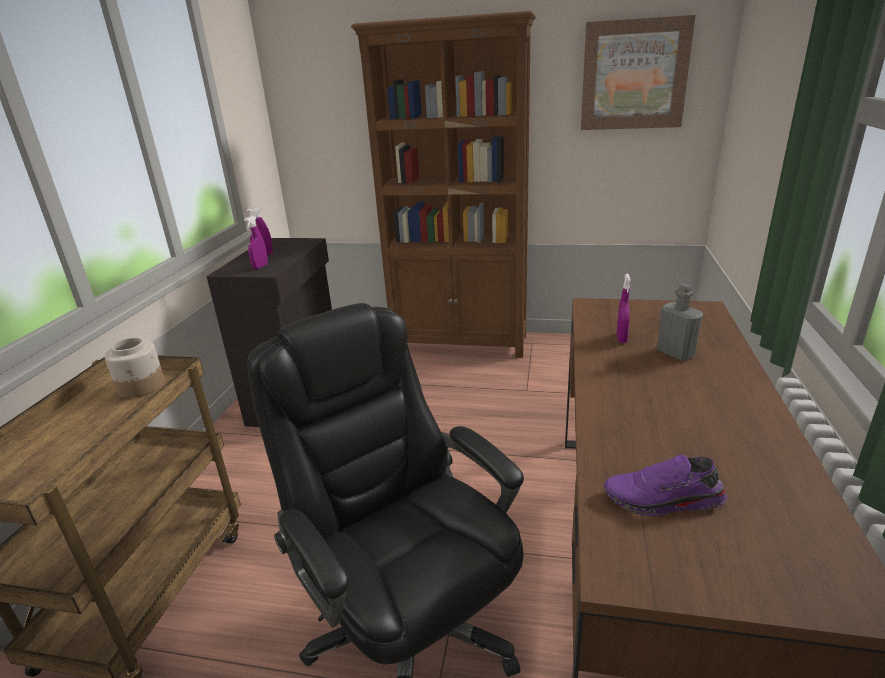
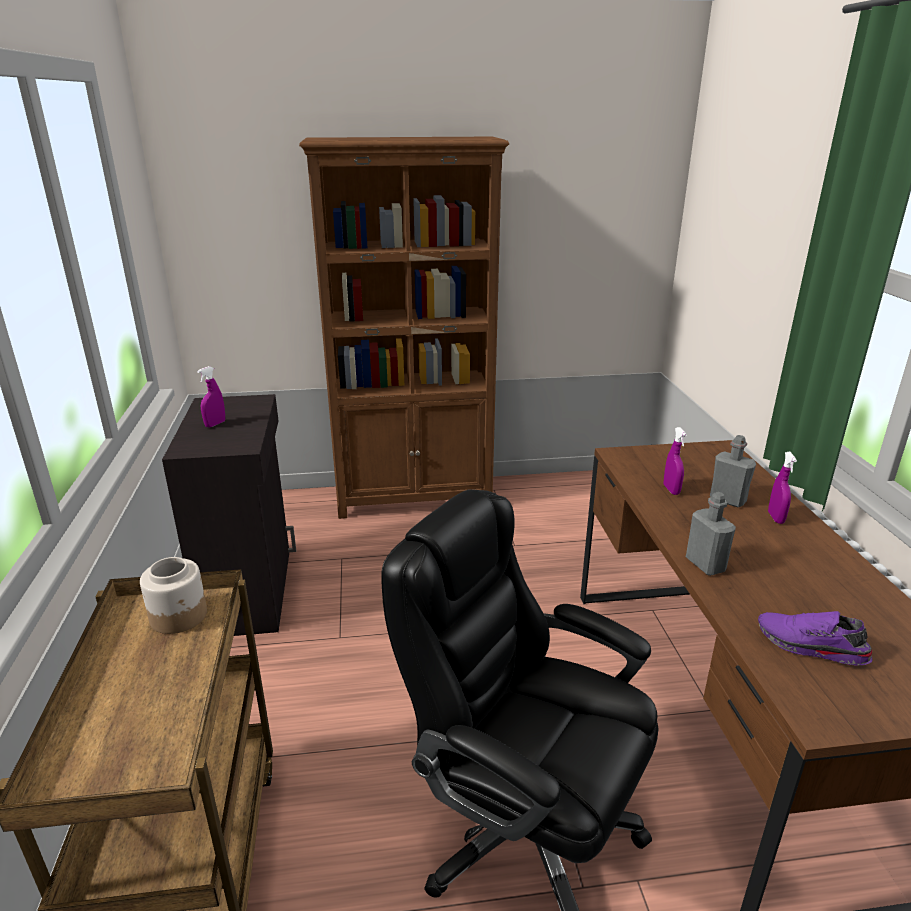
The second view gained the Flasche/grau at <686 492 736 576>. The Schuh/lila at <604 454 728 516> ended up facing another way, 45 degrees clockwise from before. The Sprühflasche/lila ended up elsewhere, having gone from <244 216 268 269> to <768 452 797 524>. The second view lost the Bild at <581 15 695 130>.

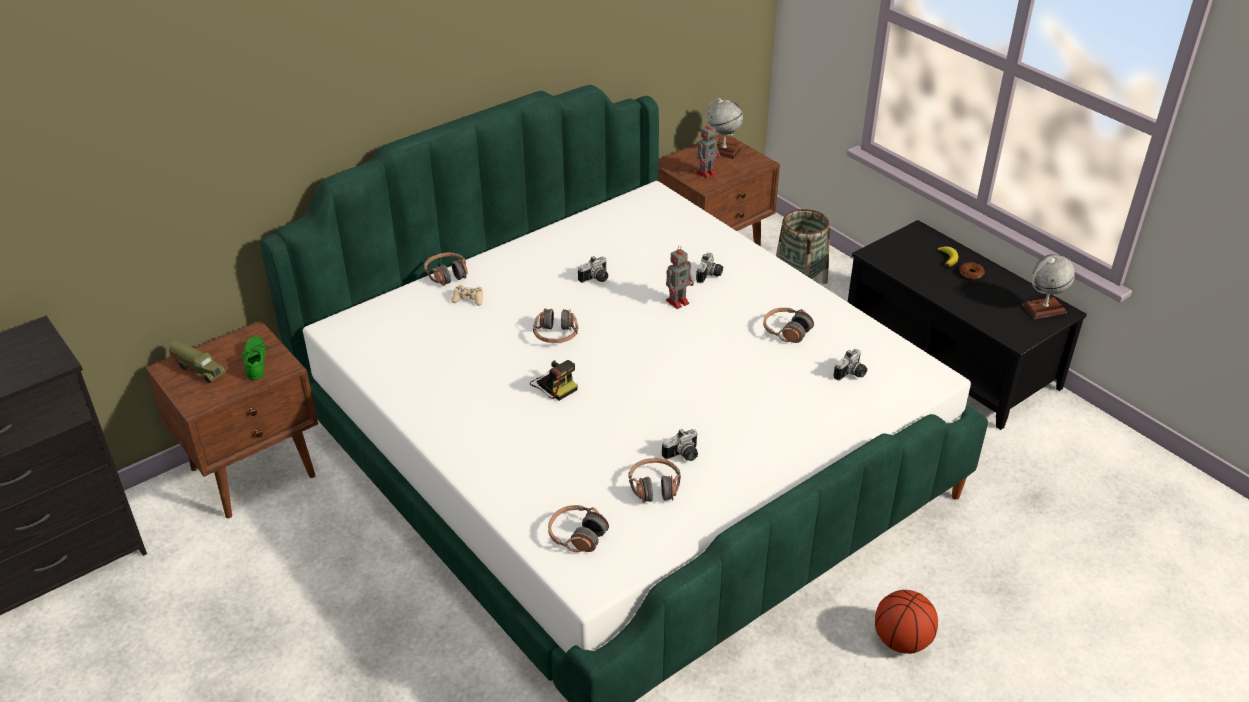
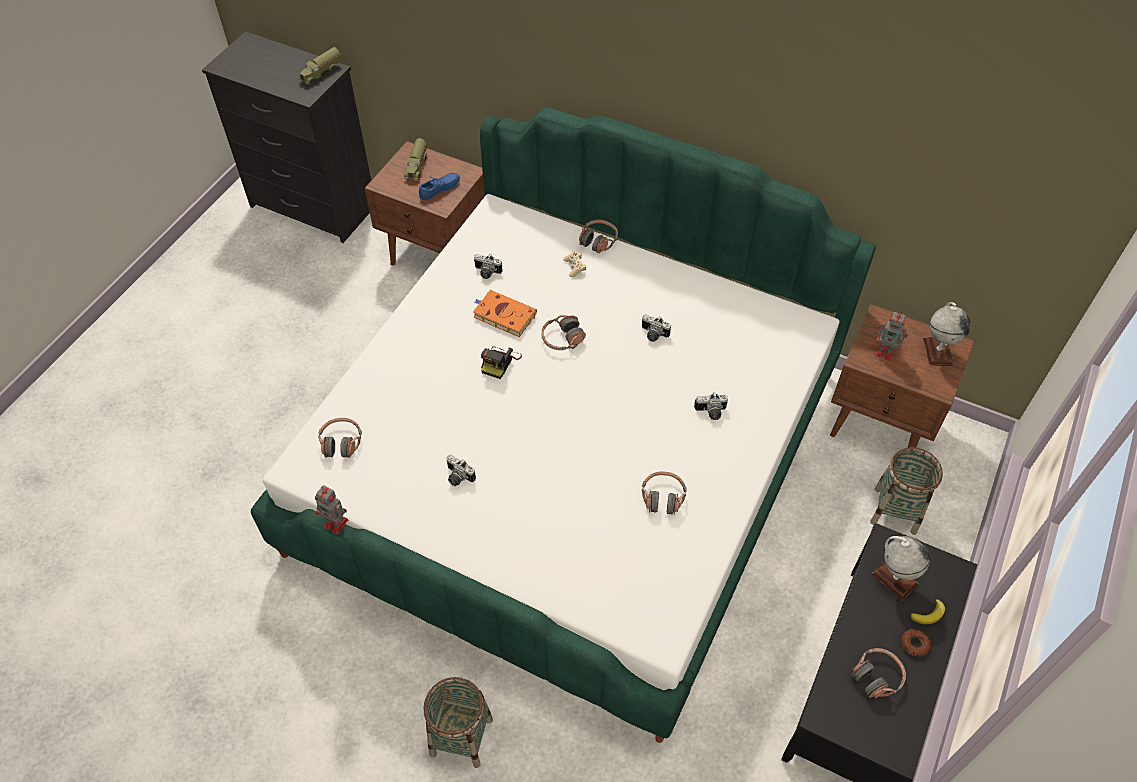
The second view gained the Spielzeuglaster at <298 47 342 85>. The Spielzeugroboter ended up elsewhere, having gone from <666 245 694 309> to <315 485 348 534>. What was the Schuh/grün at <239 336 270 380> turned into the Schuh/blau at <419 173 460 200>. Where the Basketball stood at <875 590 938 654>, the Korb came to stand at <423 677 493 768>. The second view gained the Buch/orange at <473 290 537 337>. The Kamera ended up elsewhere, having gone from <833 349 867 381> to <474 254 503 279>. The Kopfhörer ended up elsewhere, having gone from <628 458 681 503> to <852 648 906 698>. The Globus ended up elsewhere, having gone from <1022 254 1075 319> to <871 536 930 600>.

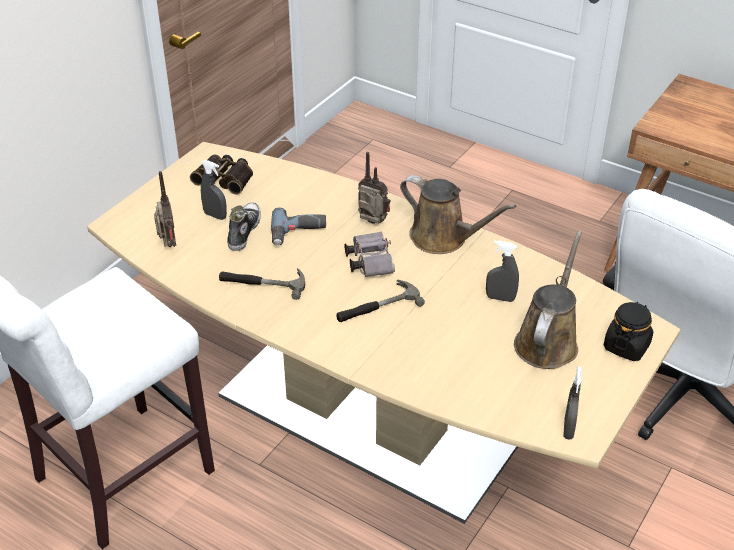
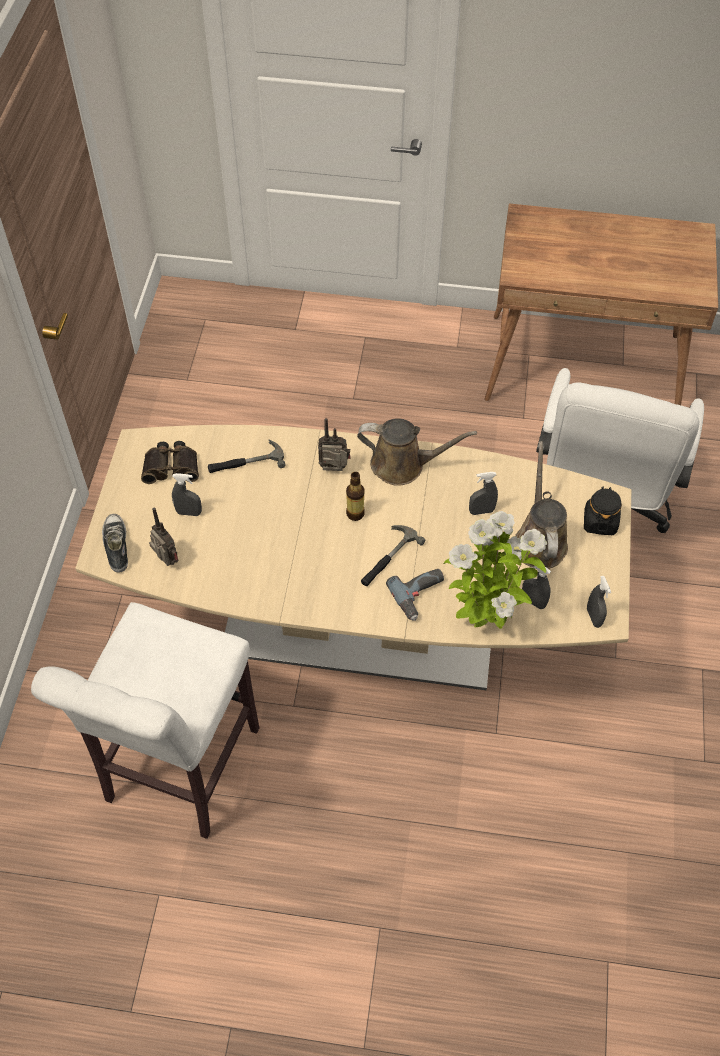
The Schuh ended up elsewhere, having gone from <227 202 261 251> to <102 514 128 573>. The Hammer ended up elsewhere, having gone from <219 268 305 300> to <208 440 286 473>. Where the Fernglas/grau stood at <344 231 395 277>, the Flasche came to stand at <346 472 365 521>. The Bohrmaschine ended up elsewhere, having gone from <271 207 326 246> to <386 569 444 621>. The second view gained the Topfpflanze at <443 511 547 629>. The second view gained the Sprühflasche/grau at <522 566 551 609>.

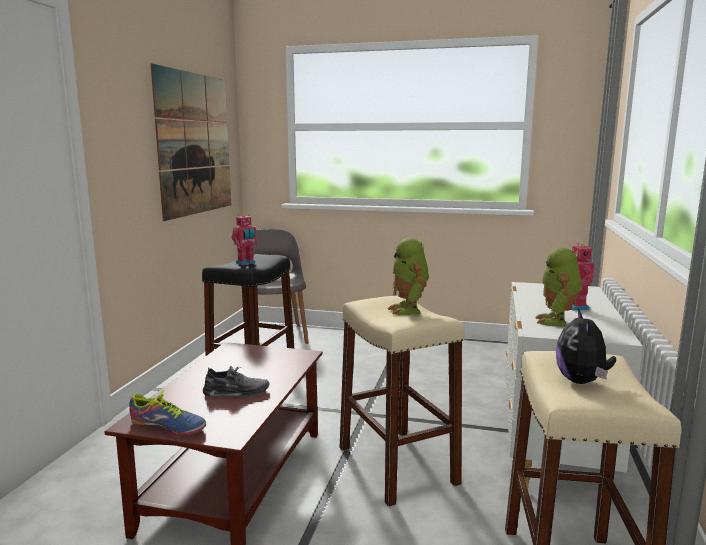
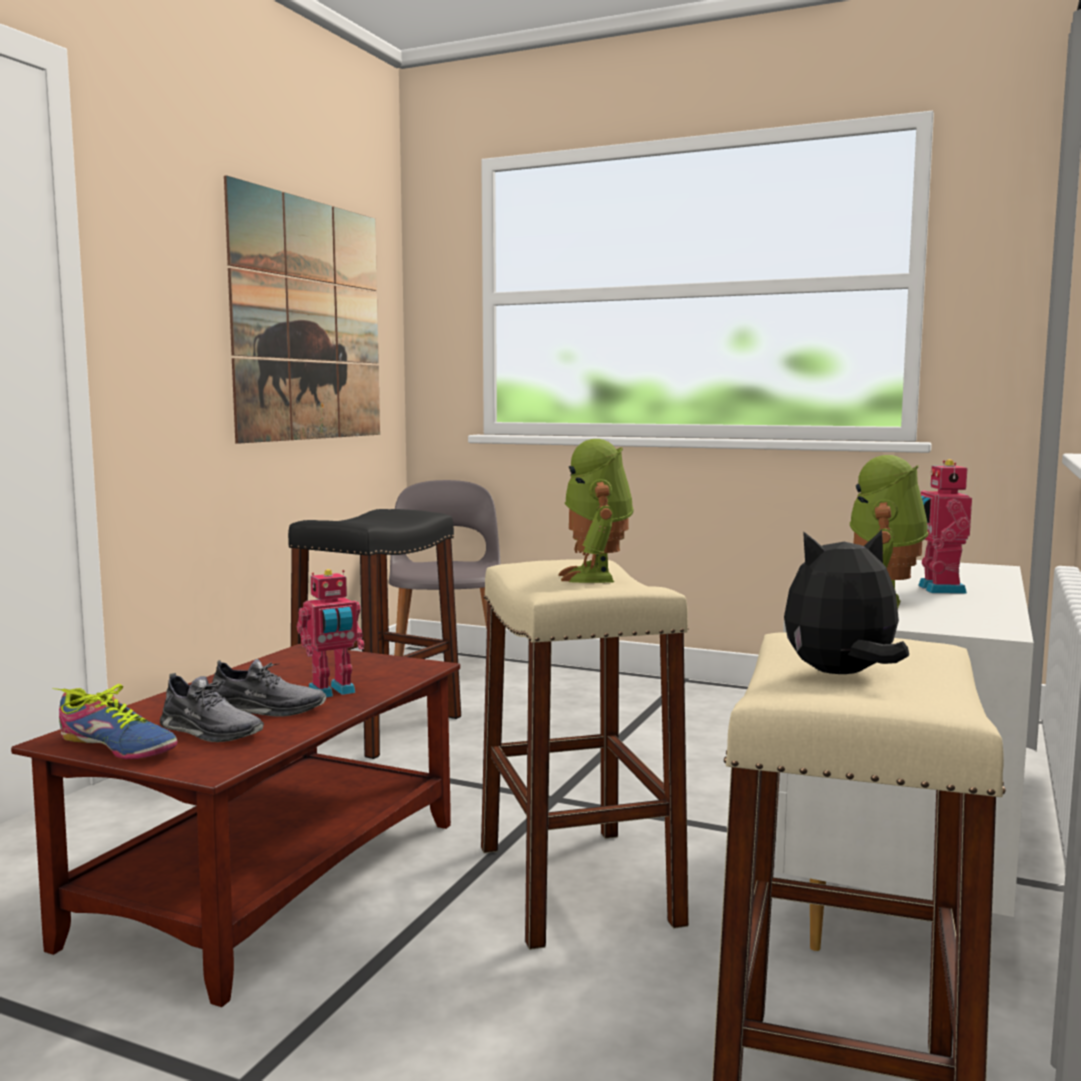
The second view gained the Schuh/grau at <160 673 264 742>. The Spielzeugroboter ended up elsewhere, having gone from <232 214 259 265> to <297 569 364 697>. The Plüschtier at <556 309 616 384> ended up facing another way, 60 degrees clockwise from before.

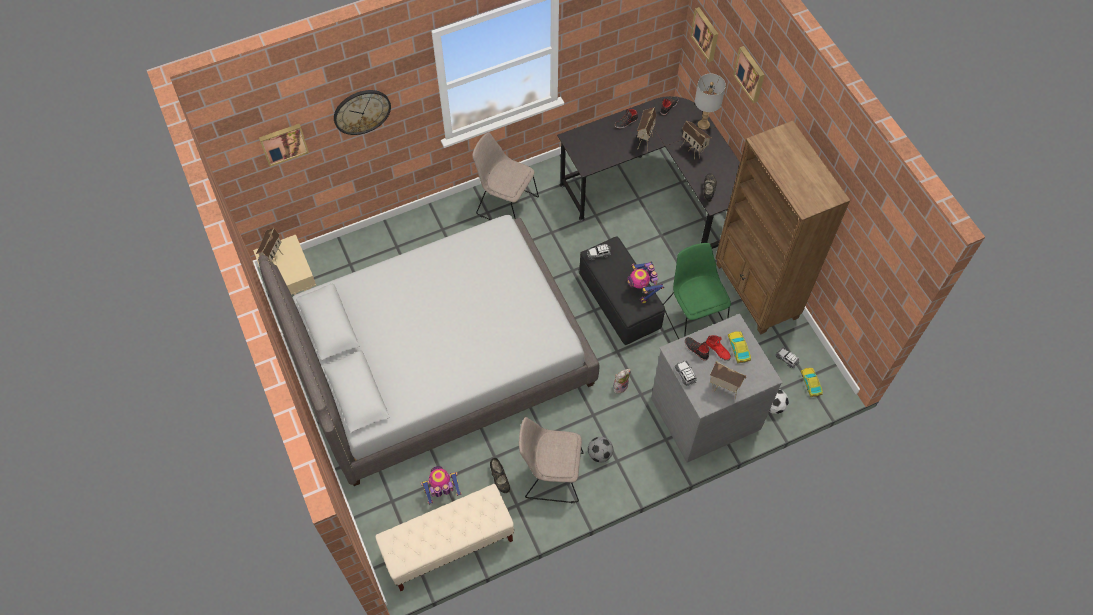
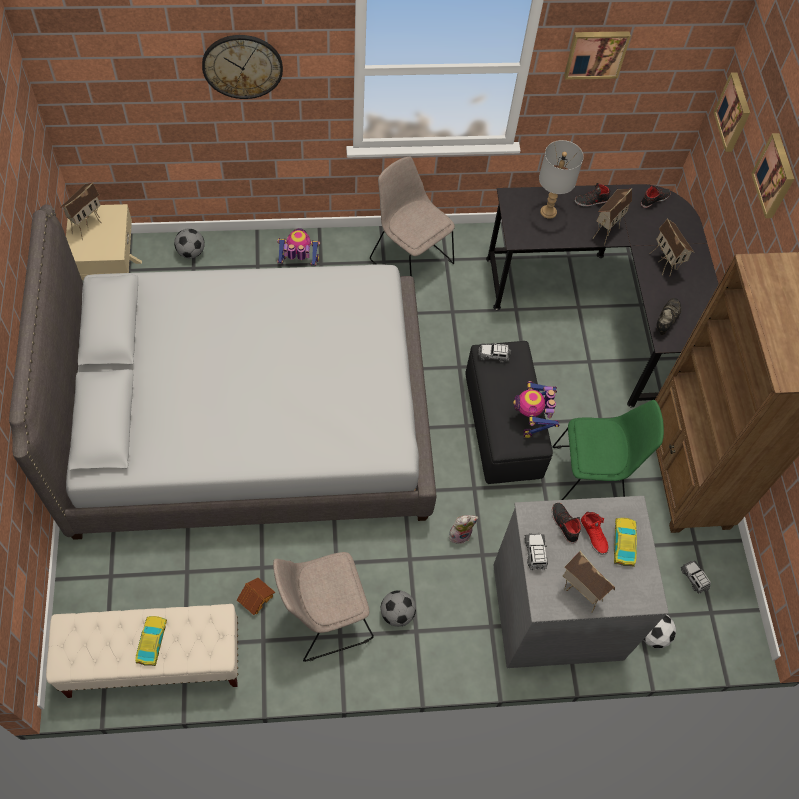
The Spielzeugauto ended up elsewhere, having gone from <801 368 823 397> to <135 616 167 666>. The second view gained the Fußball at <174 228 205 258>. Where the Schuh/schwarz stood at <490 458 510 493>, the Spielzeughaus came to stand at <237 578 275 615>. The Stuhl/beige at <519 417 584 503> ended up facing another way, 45 degrees counterclockwise from before. The Spielzeugroboter ended up elsewhere, having gone from <421 466 462 505> to <277 228 320 266>. The Tischlampe/grau ended up elsewhere, having gone from <695 74 726 130> to <539 140 584 219>. The Stuhl/grün at <663 243 731 339> ended up facing another way, 90 degrees clockwise from before. The Bild ended up elsewhere, having gone from <259 124 309 167> to <564 31 631 79>.

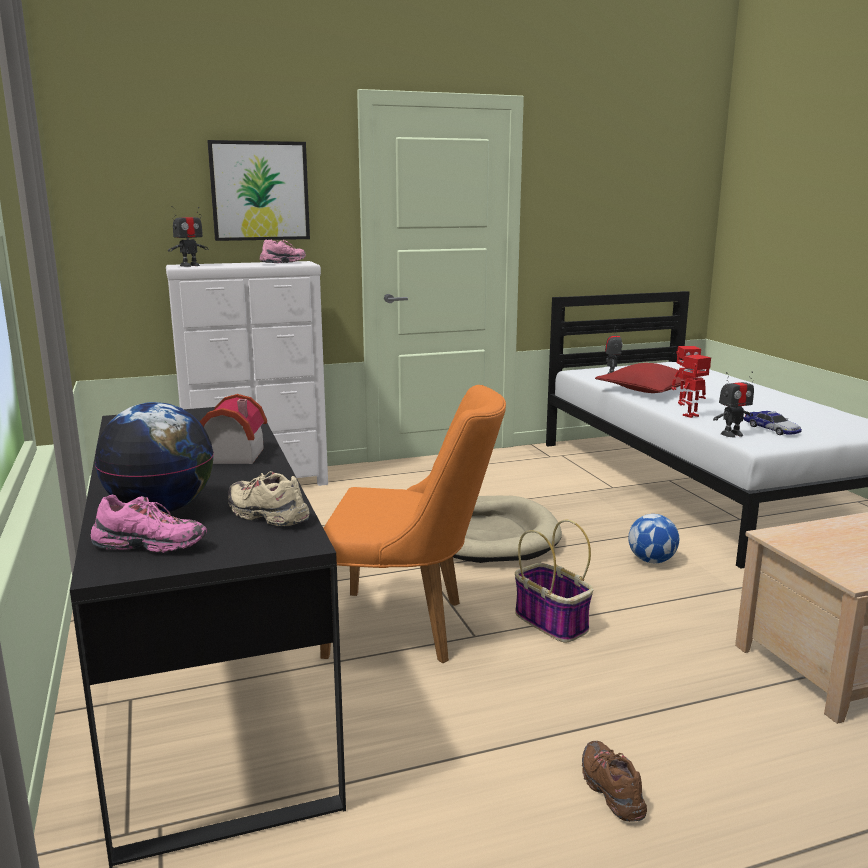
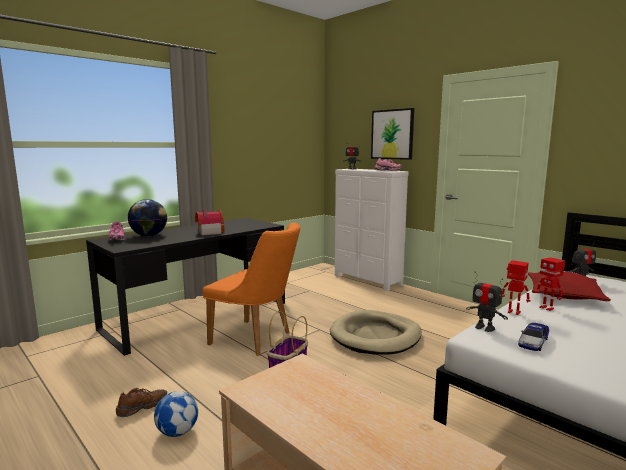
The Fußball ended up elsewhere, having gone from <628 514 679 563> to <154 391 198 437>. The Stuhl/orange at <320 385 506 663> ended up facing another way, 45 degrees counterclockwise from before. The second view lost the Schuh/beige at <228 471 310 526>.

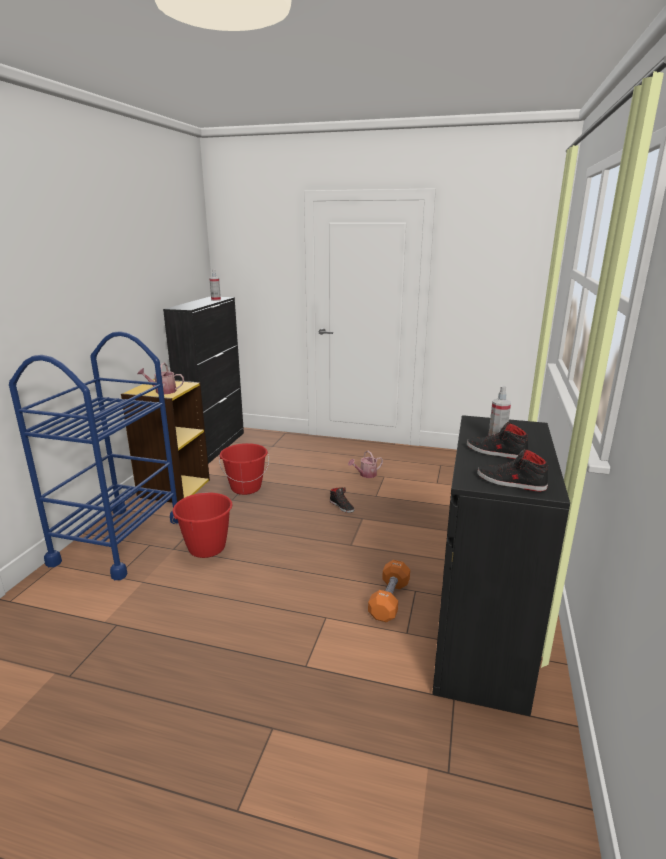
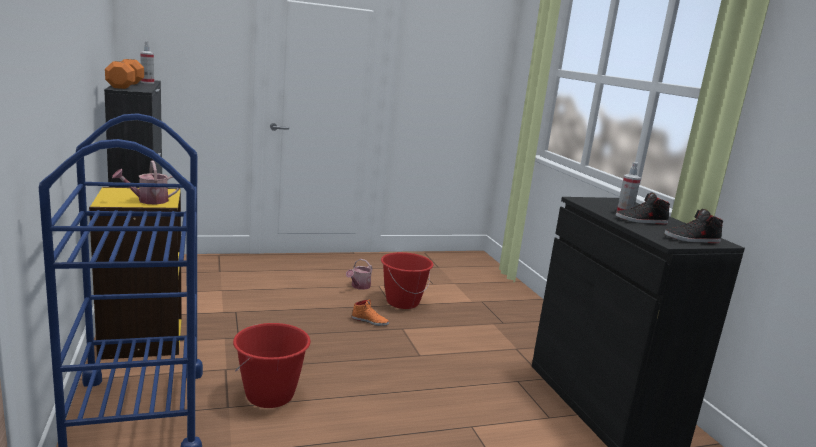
The Hantel/orange ended up elsewhere, having gone from <368 560 410 622> to <105 59 144 89>. What was the Schuh/schwarz at <330 487 354 513> turned into the Schuh/orange at <352 299 389 326>. The Eimer/rot ended up elsewhere, having gone from <219 443 269 495> to <381 252 434 309>.

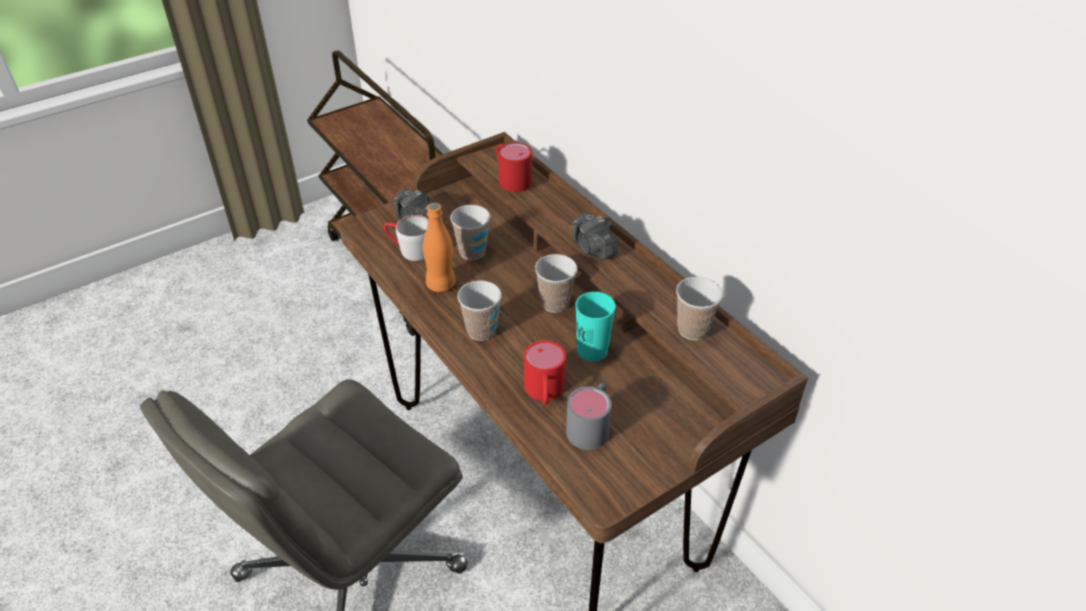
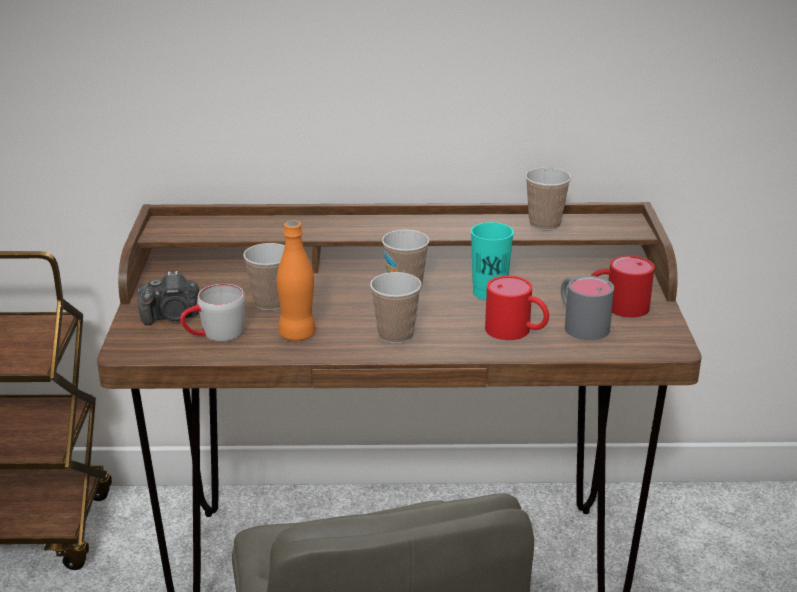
The Henkelbecher/rot ended up elsewhere, having gone from <496 143 532 192> to <591 255 654 318>. The second view lost the Kamera at <571 212 618 260>.

